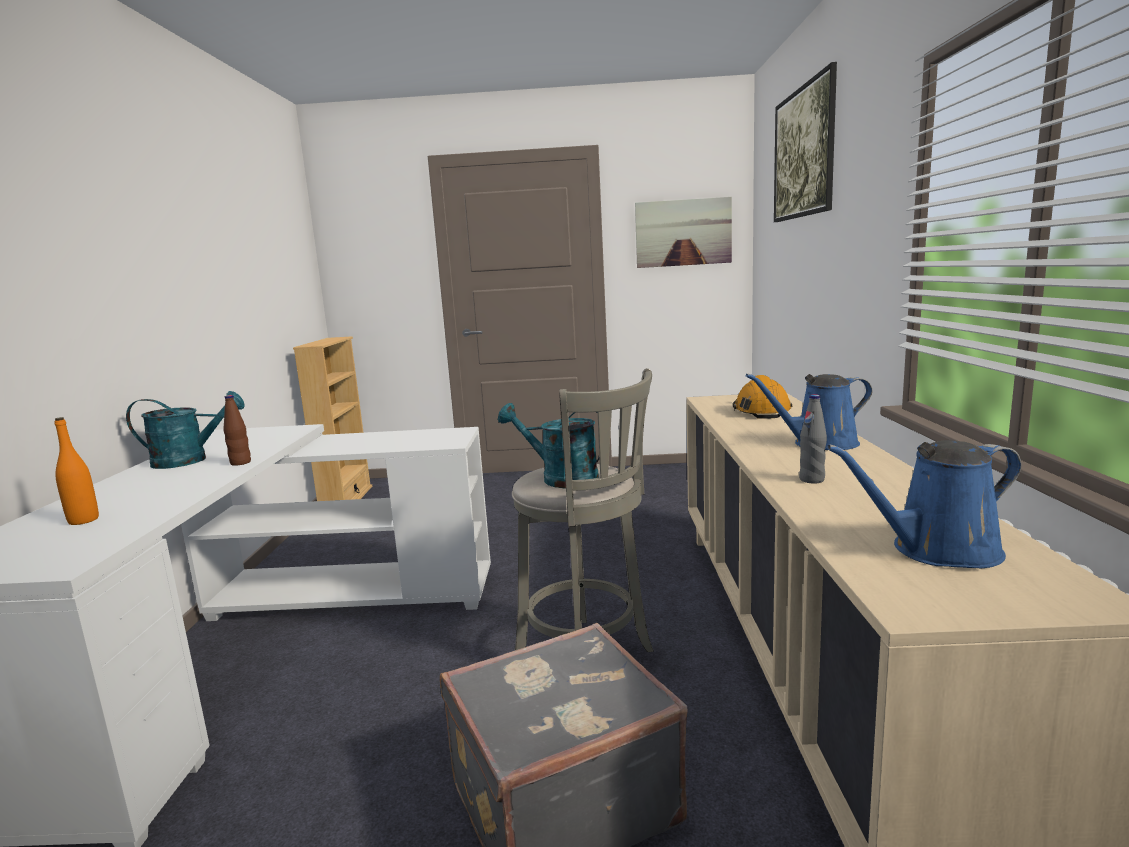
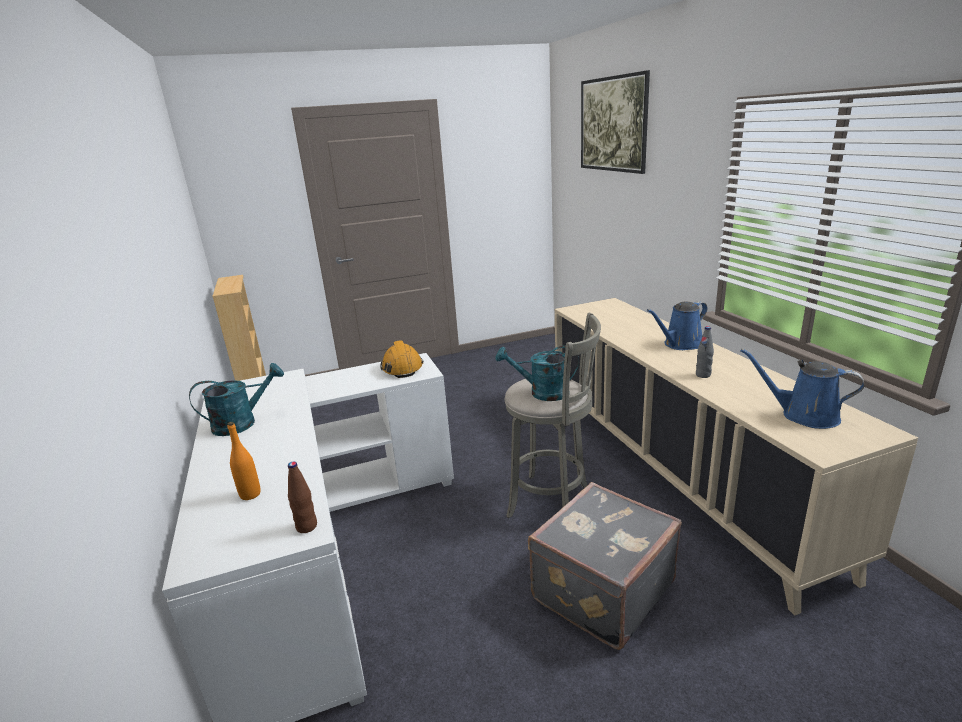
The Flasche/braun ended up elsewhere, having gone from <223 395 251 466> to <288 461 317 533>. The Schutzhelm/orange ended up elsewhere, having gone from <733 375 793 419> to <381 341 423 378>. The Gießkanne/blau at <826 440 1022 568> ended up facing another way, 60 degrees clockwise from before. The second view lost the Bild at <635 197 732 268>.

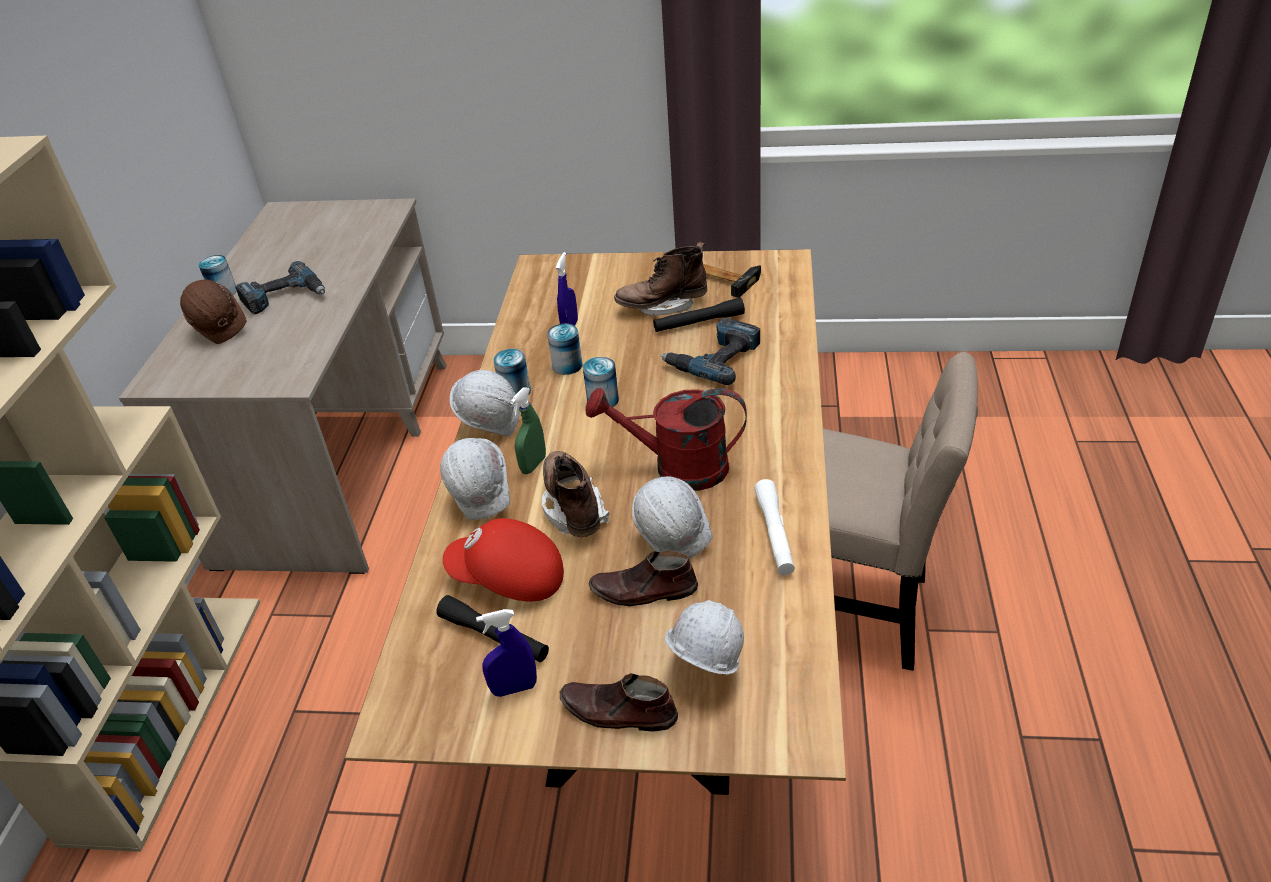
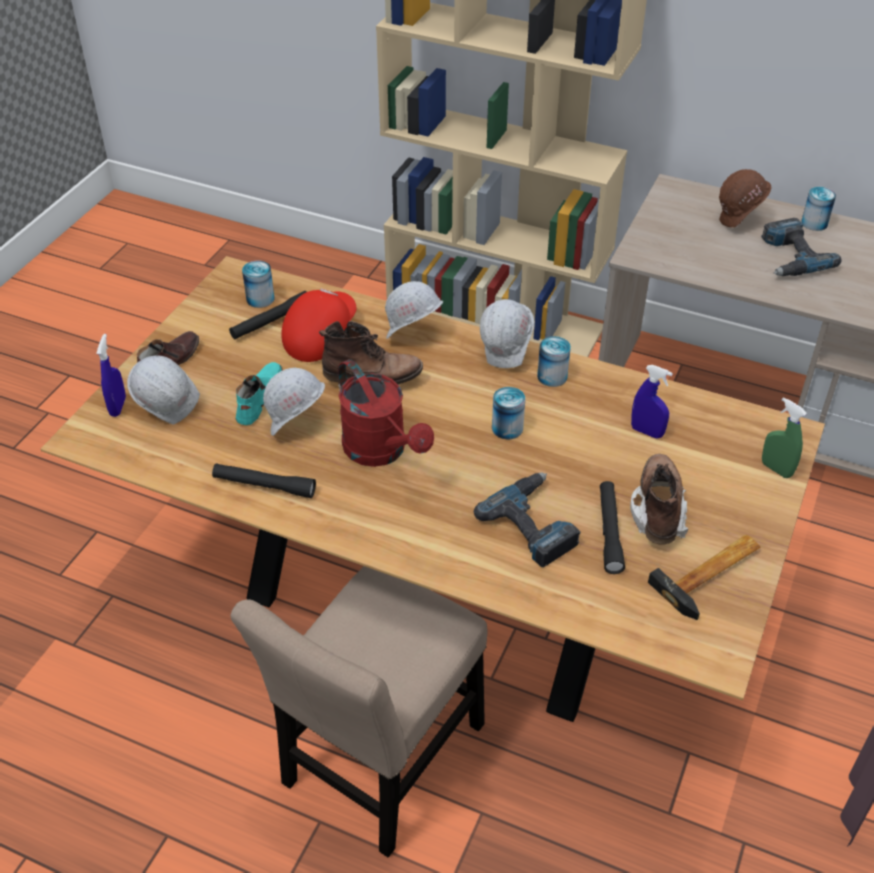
The Sprühflasche/blau ended up elsewhere, having gone from <476 609 537 697> to <96 334 126 417>. What was the Taschenlampe/weiß at <754 479 795 575> turned into the Taschenlampe/schwarz at <212 463 316 498>. What was the Schuh/braun at <589 551 698 606> turned into the Schuh/türkis at <236 362 283 425>. The Dose ended up elsewhere, having gone from <547 324 583 375> to <242 260 274 308>. The Gießkanne/rot at <585 388 747 491> ended up facing another way, 120 degrees clockwise from before. The Sprühflasche/grün ended up elsewhere, having gone from <510 387 546 474> to <762 397 807 478>.

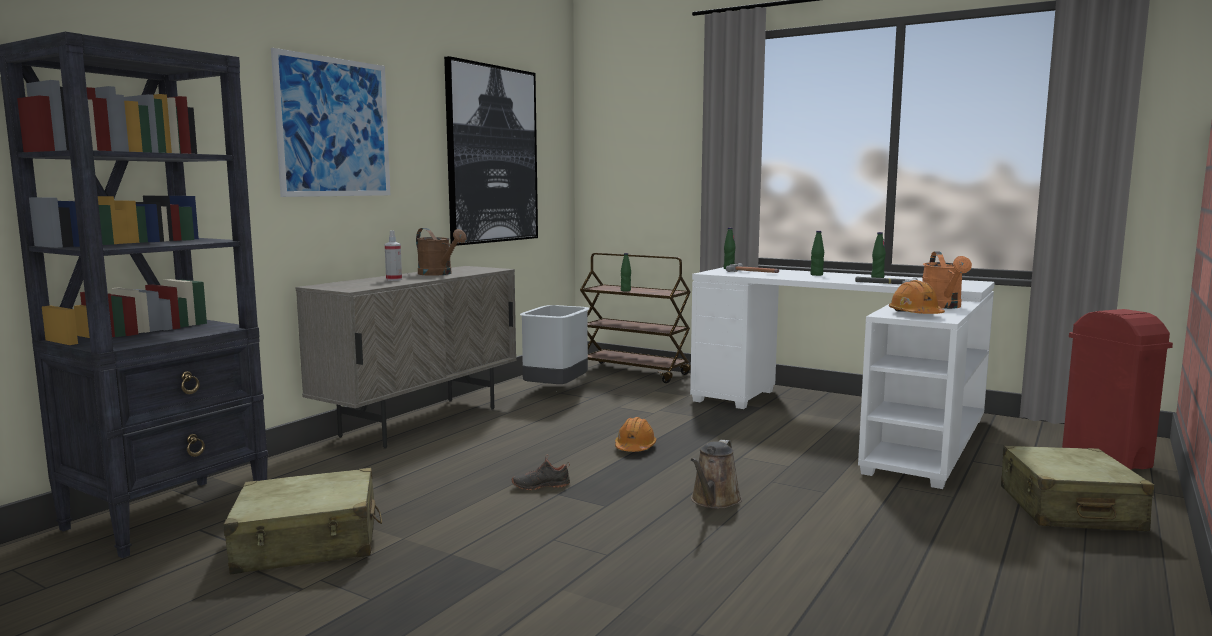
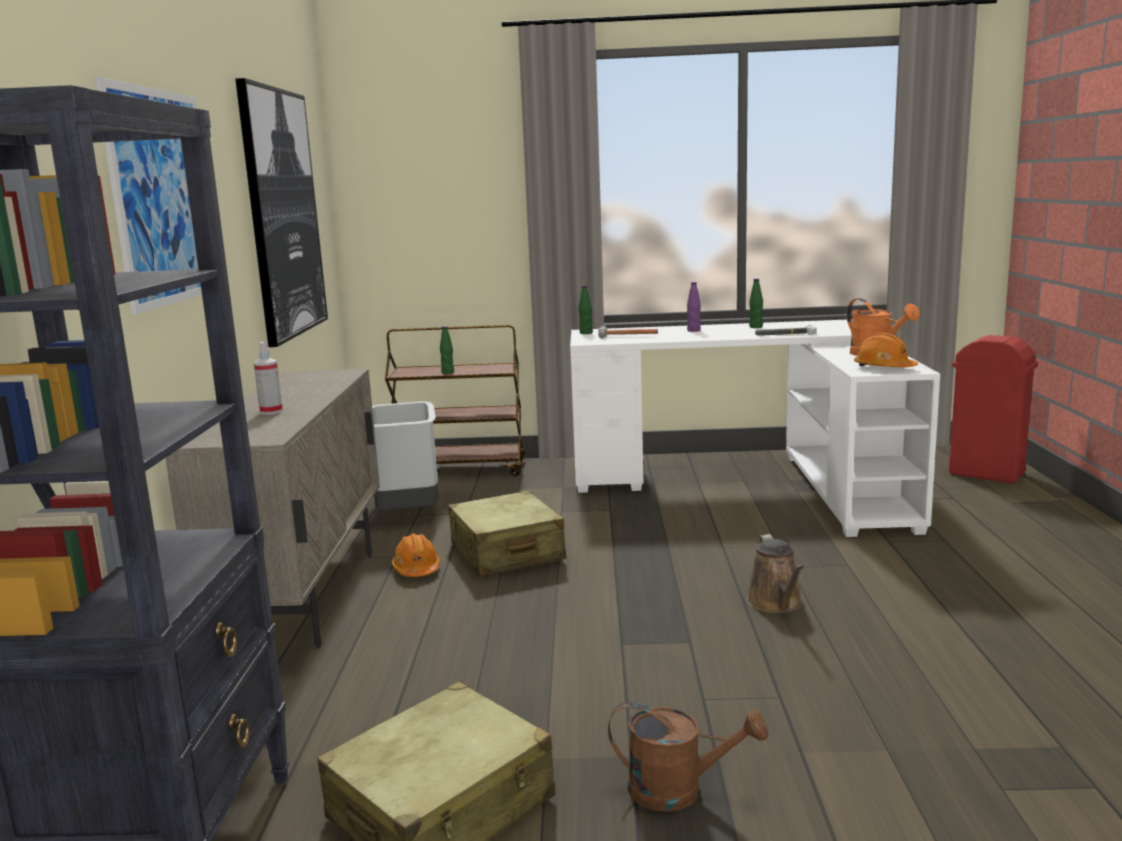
The Schutzhelm/orange ended up elsewhere, having gone from <615 417 656 452> to <392 533 440 577>. The Koffer/beige ended up elsewhere, having gone from <1001 445 1154 531> to <448 491 566 576>. The Gießkanne/braun ended up elsewhere, having gone from <416 228 467 276> to <608 702 768 812>. What was the Flasche/grün at <811 231 824 276> turned into the Flasche/lila at <687 282 701 332>. The second view lost the Schuh/schwarz at <512 456 570 490>.

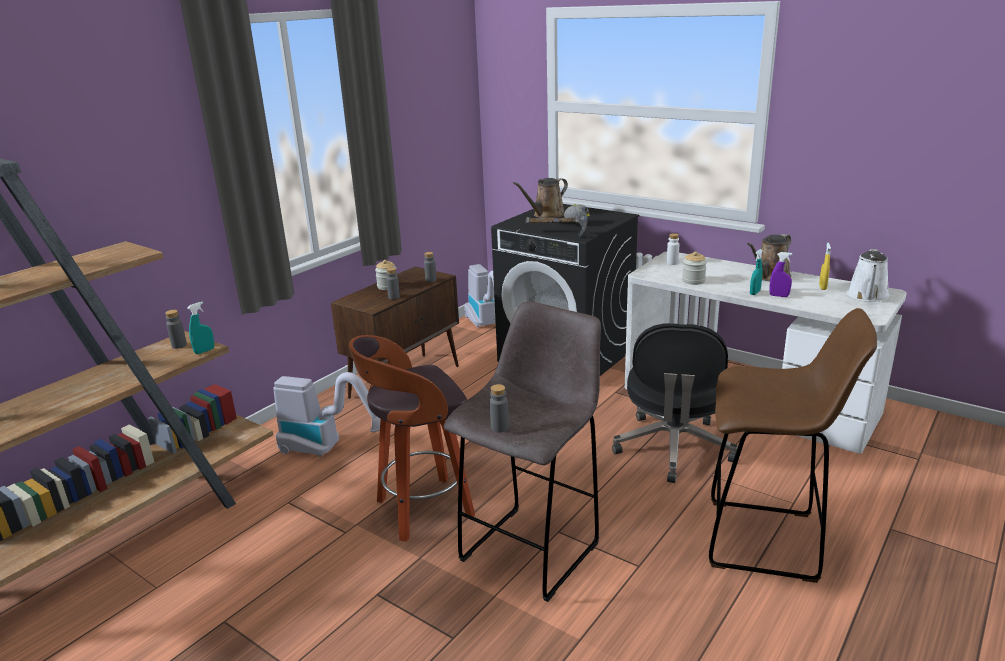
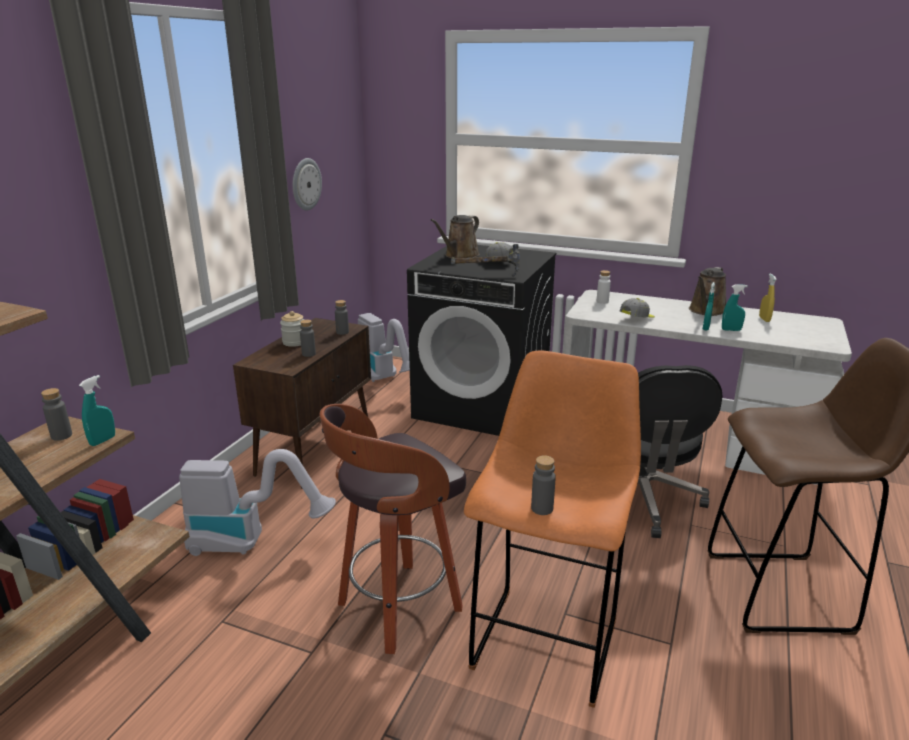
The second view gained the Wanduhr at <293 158 322 211>. What was the Hocker/grau at <444 302 601 602> turned into the Hocker/orange at <464 350 641 708>. Where the Vorratsglas stood at <682 251 707 285>, the Kappe came to stand at <620 298 655 318>. What was the Sprühflasche/lila at <769 252 792 297> turned into the Sprühflasche/türkis at <722 284 748 331>. The second view lost the Gießkanne/weiß at <847 249 890 302>.

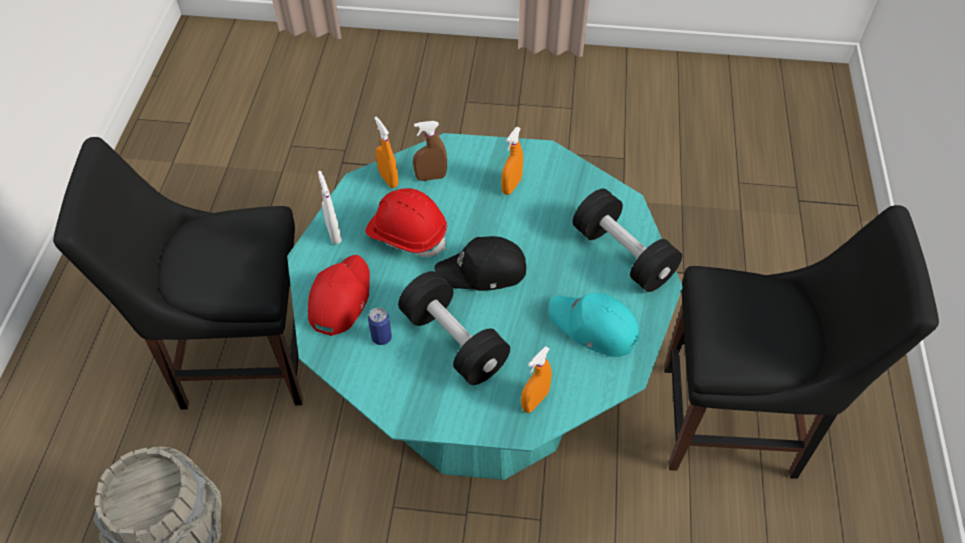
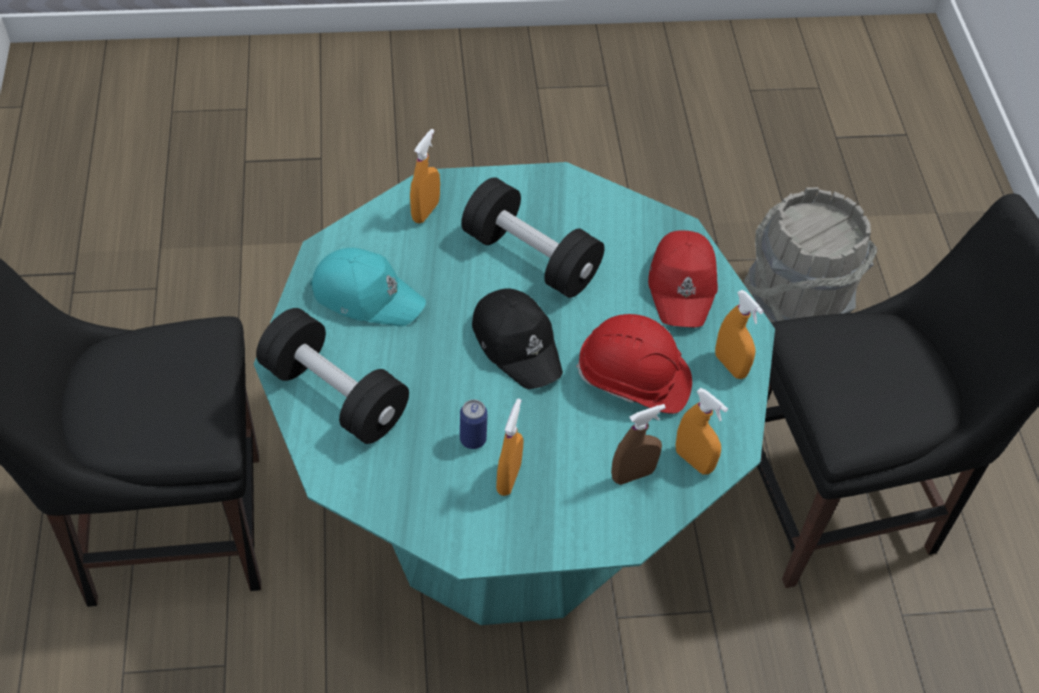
The Dose ended up elsewhere, having gone from <368 307 392 345> to <460 399 488 449>. The Kappe/schwarz at <434 236 526 291> ended up facing another way, 75 degrees clockwise from before. What was the Sprühflasche/weiß at <318 171 342 244> turned into the Sprühflasche/orange at <715 290 764 379>.

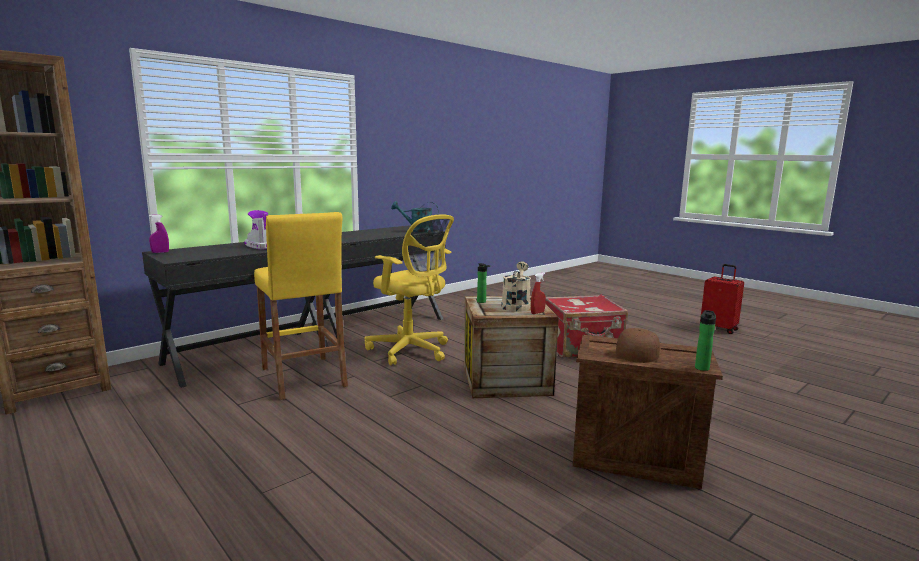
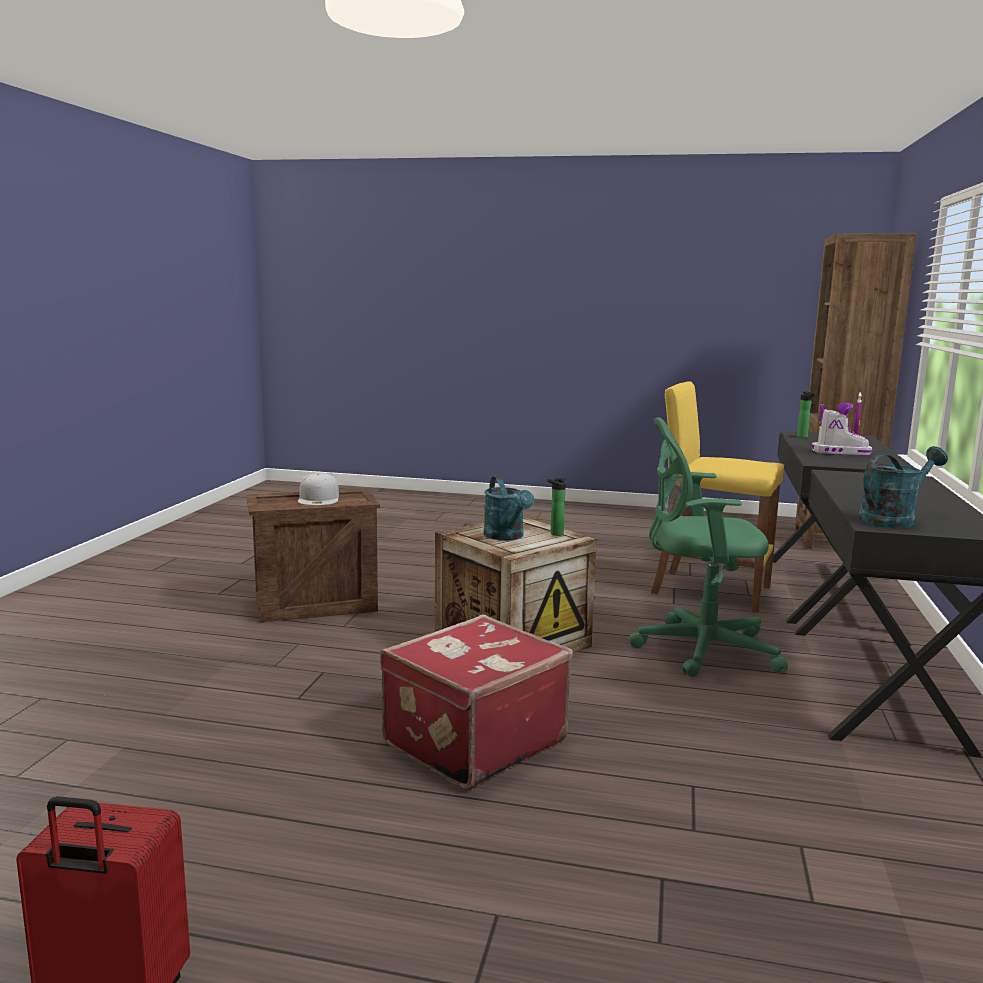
What was the Kappe/braun at <616 328 662 363> turned into the Kappe/weiß at <298 473 339 506>. What was the Gießkanne/beige at <501 261 531 312> turned into the Gießkanne/türkis at <483 476 534 540>. What was the Bürostuhl/gelb at <365 215 454 365> turned into the Bürostuhl/grün at <629 417 788 677>. The Flasche ended up elsewhere, having gone from <695 310 716 371> to <797 391 815 438>. The second view lost the Sprühflasche/rot at <531 273 546 314>.

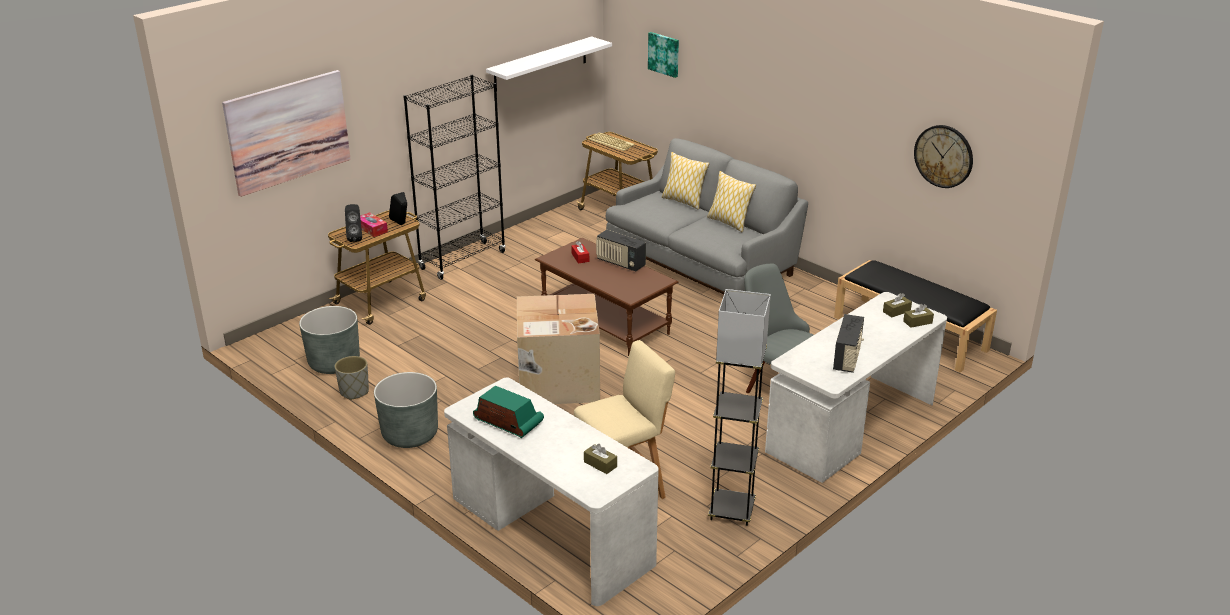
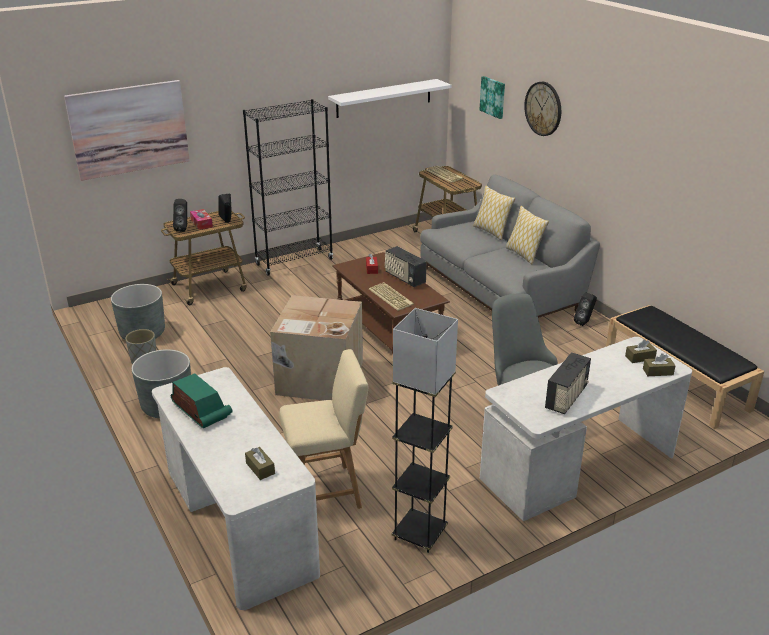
The second view gained the Tastatur at <369 282 414 311>. The Wanduhr ended up elsewhere, having gone from <914 125 973 188> to <524 82 561 136>. The second view gained the Lautsprecher/schwarz at <574 293 597 326>.

